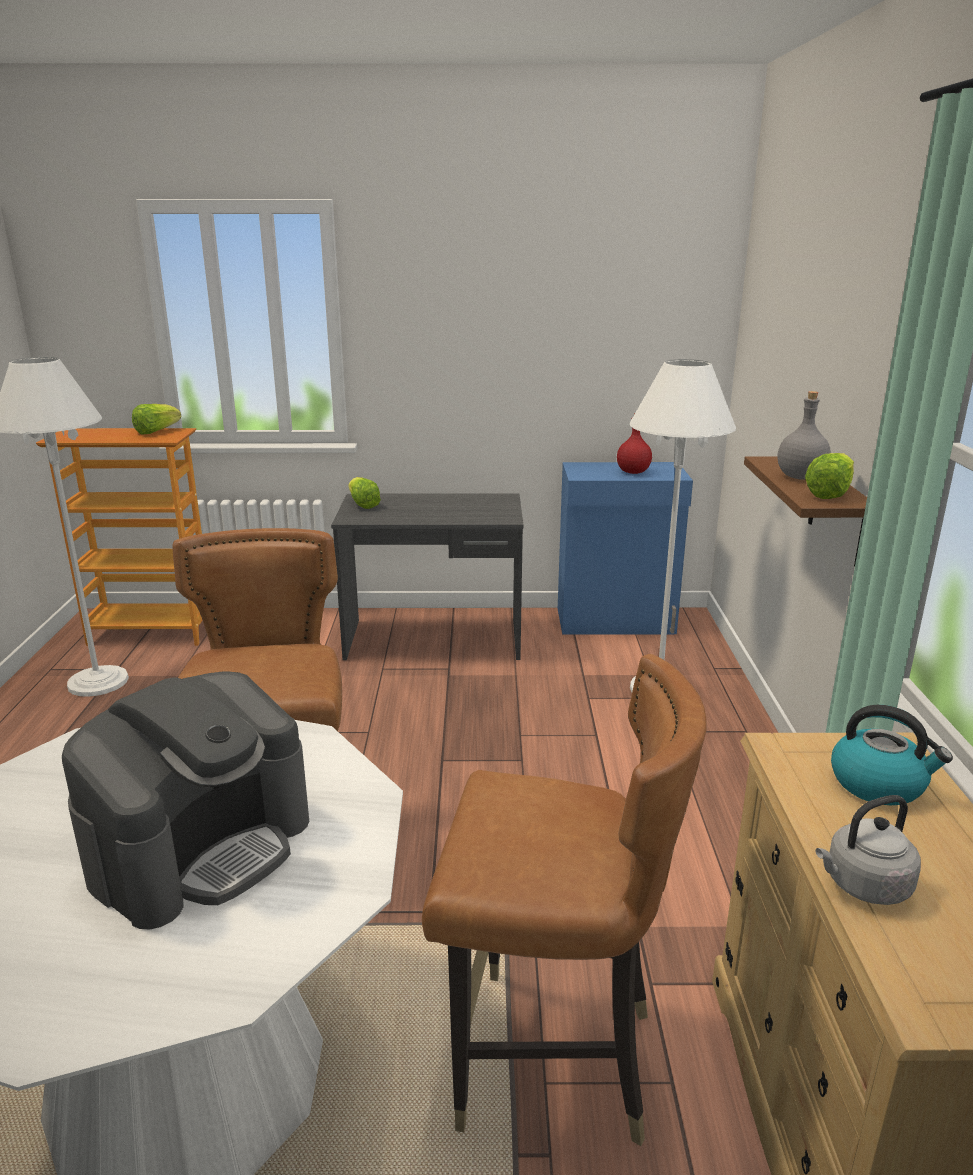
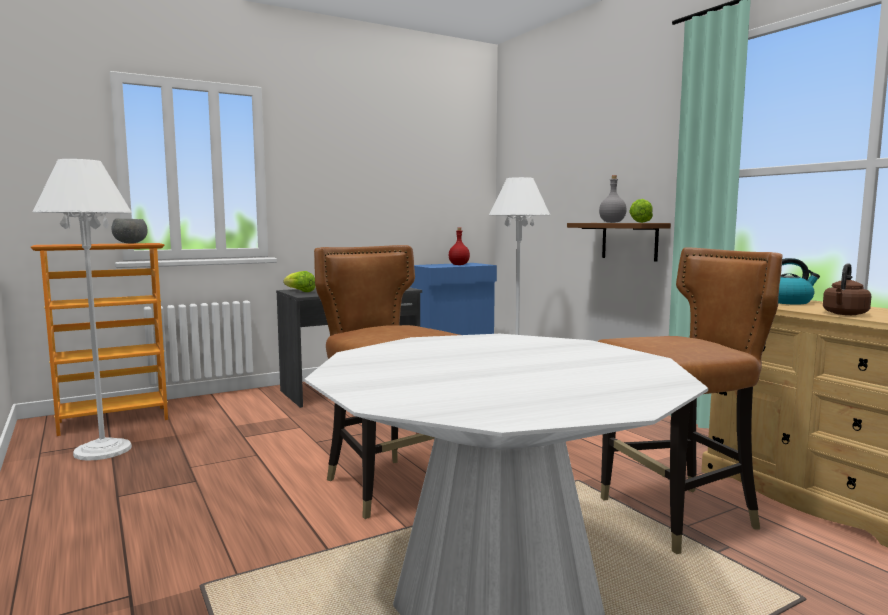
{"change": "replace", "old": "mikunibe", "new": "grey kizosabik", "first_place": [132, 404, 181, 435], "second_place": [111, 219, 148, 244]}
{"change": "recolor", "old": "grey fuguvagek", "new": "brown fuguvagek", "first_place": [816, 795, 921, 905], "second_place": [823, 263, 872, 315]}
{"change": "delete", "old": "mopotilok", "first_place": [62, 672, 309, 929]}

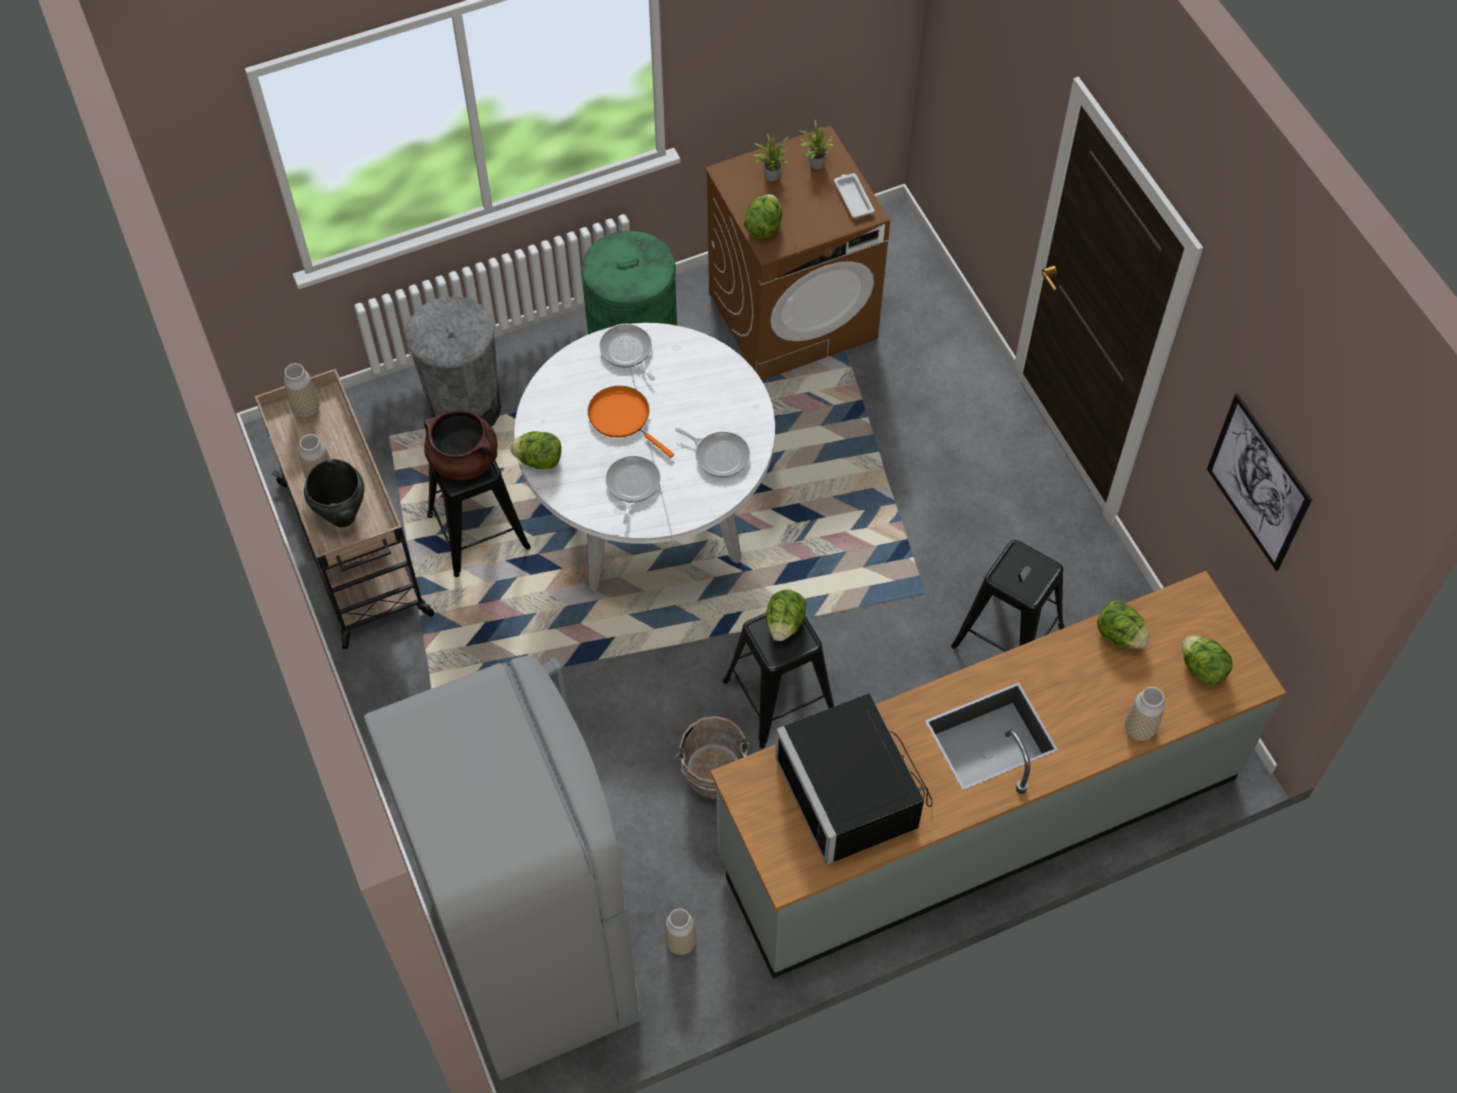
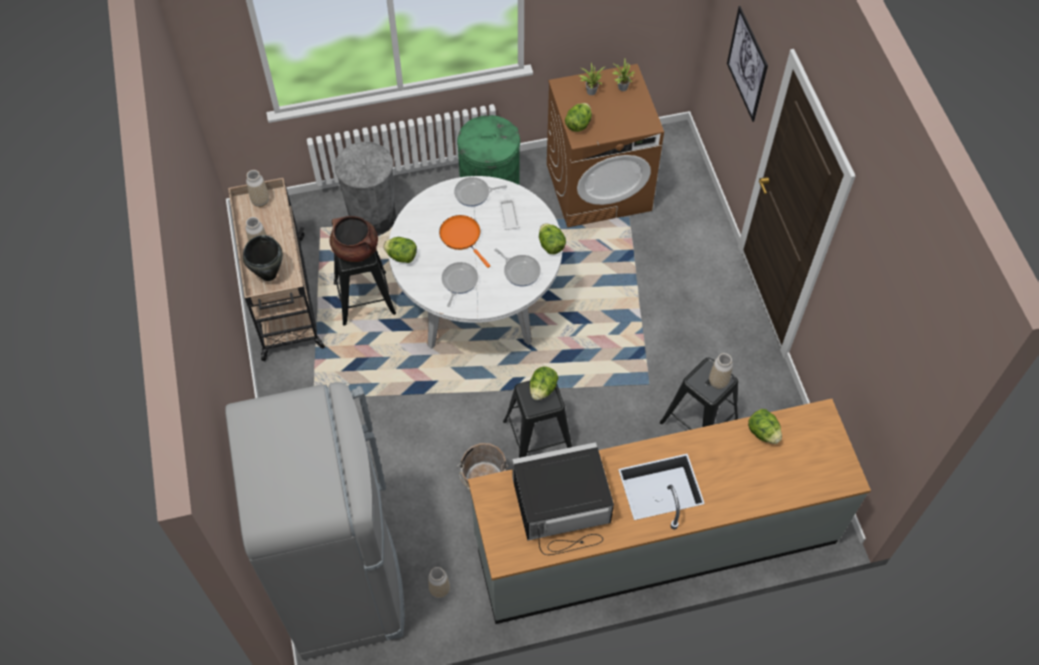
{"change": "rotate", "old": "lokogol", "first_place": [599, 324, 655, 381], "second_place": [454, 177, 507, 207], "degrees": -75}
{"change": "move", "old": "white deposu", "first_place": [834, 173, 875, 218], "second_place": [498, 198, 520, 230]}
{"change": "rotate", "old": "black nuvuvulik", "first_place": [775, 693, 933, 865], "second_place": [512, 442, 614, 555], "degrees": 90}
{"change": "move", "old": "mikunibe", "first_place": [1182, 636, 1233, 686], "second_place": [539, 224, 566, 254]}
{"change": "move", "old": "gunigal", "first_place": [1125, 687, 1165, 741], "second_place": [709, 353, 733, 389]}
{"change": "move", "old": "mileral", "first_place": [1207, 393, 1312, 571], "second_place": [727, 6, 768, 122]}

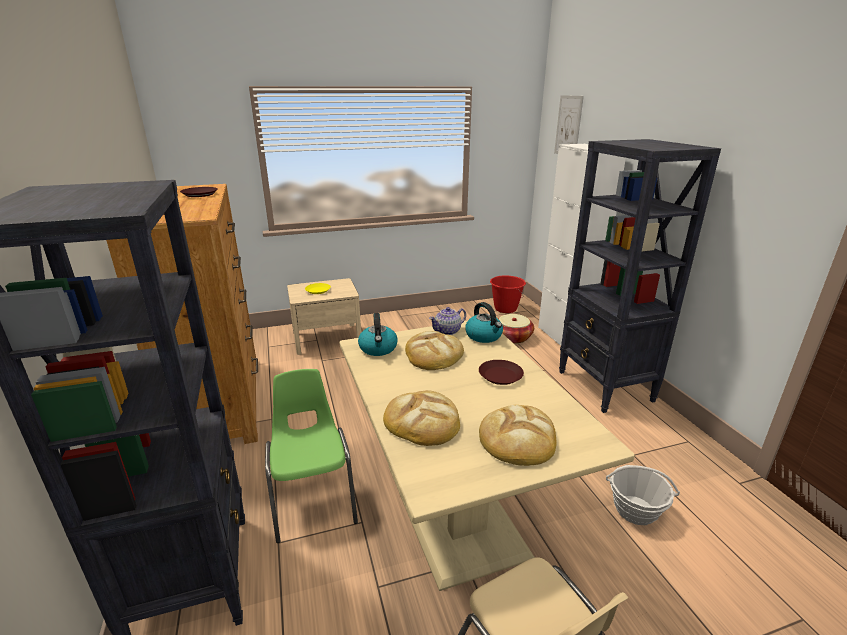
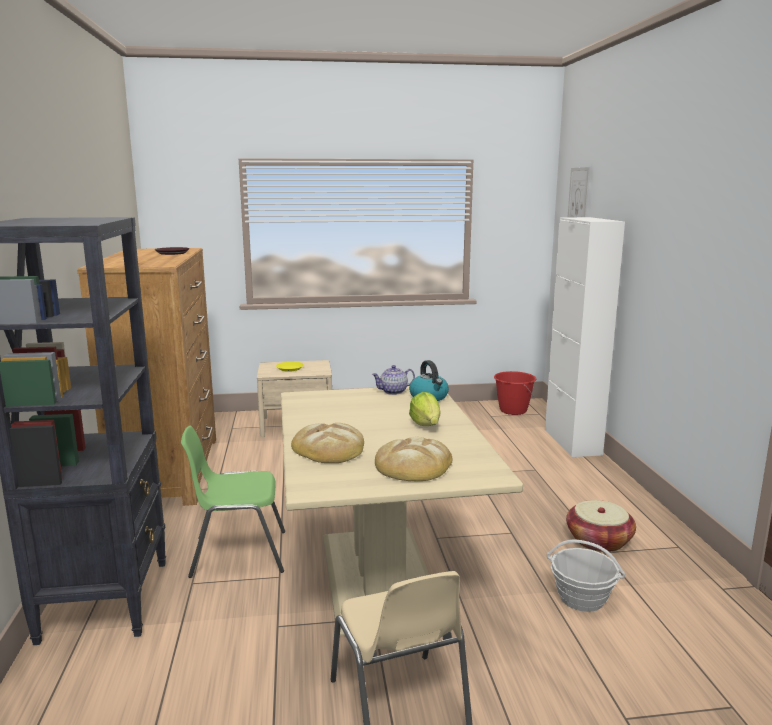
{"change": "rotate", "old": "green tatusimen", "first_place": [265, 369, 358, 543], "second_place": [181, 426, 285, 578], "degrees": -90}
{"change": "replace", "old": "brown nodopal", "new": "mikunibe", "first_place": [479, 360, 524, 385], "second_place": [409, 392, 441, 426]}
{"change": "move", "old": "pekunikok", "first_place": [498, 314, 534, 344], "second_place": [566, 500, 636, 552]}
{"change": "delete", "old": "fuguvagek", "first_place": [358, 313, 398, 356]}
{"change": "delete", "old": "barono", "first_place": [405, 331, 464, 370]}
{"change": "delete", "old": "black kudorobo", "first_place": [559, 139, 721, 413]}

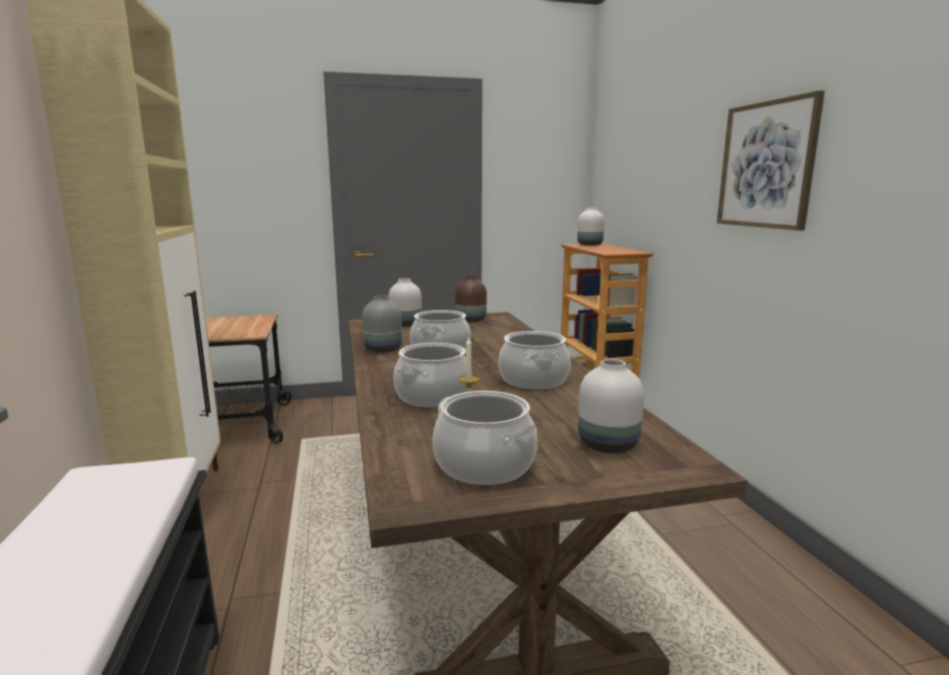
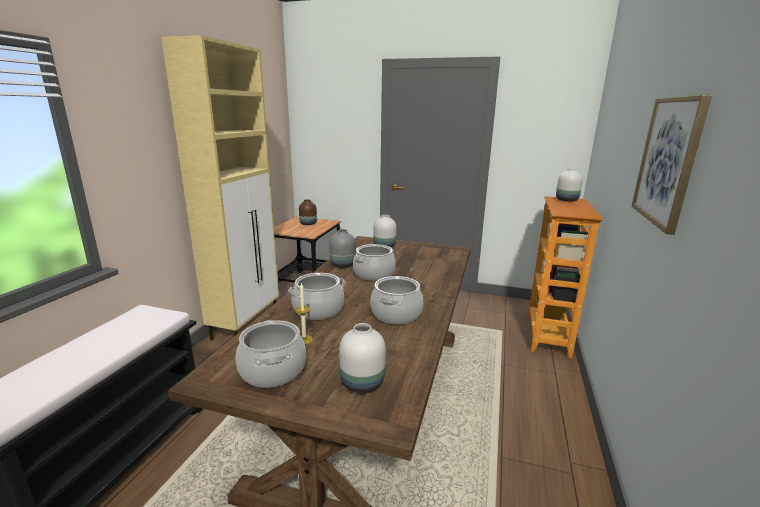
{"change": "move", "old": "brown gunigal", "first_place": [455, 276, 487, 322], "second_place": [299, 199, 317, 225]}

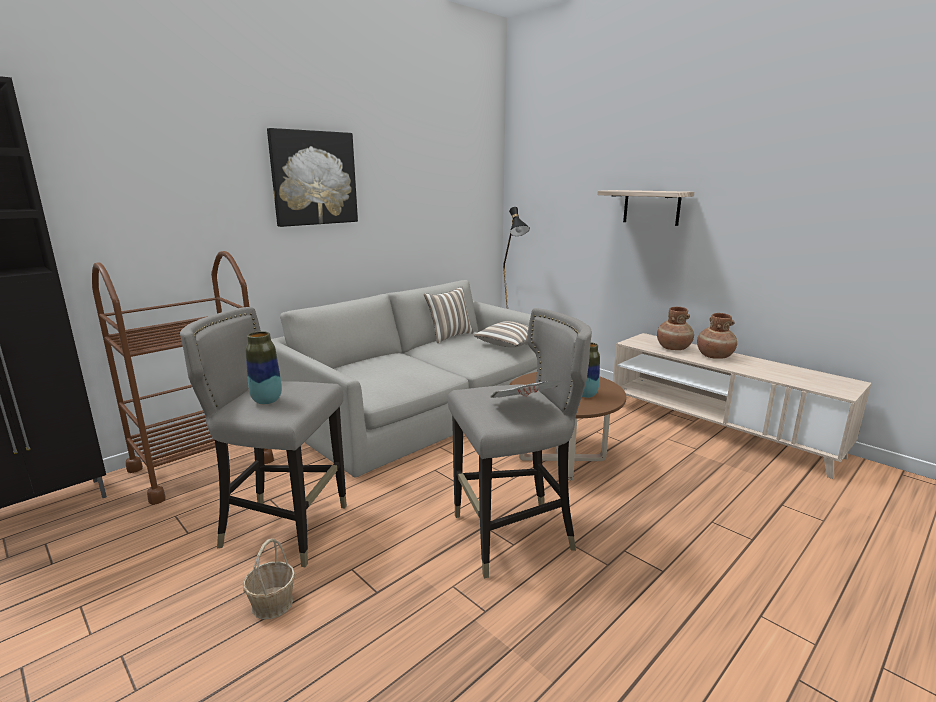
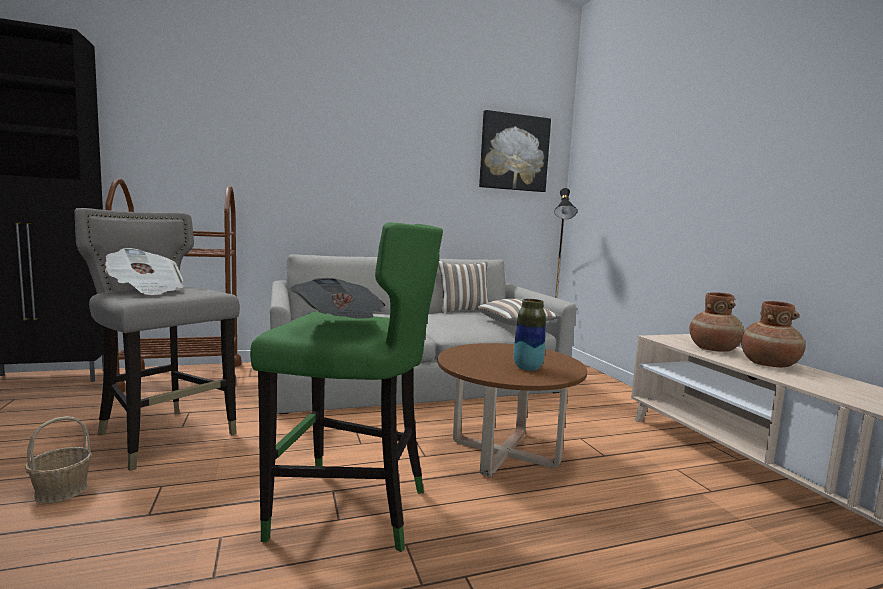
{"change": "replace", "old": "gunigal", "new": "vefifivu", "first_place": [246, 331, 282, 404], "second_place": [105, 248, 184, 295]}
{"change": "recolor", "old": "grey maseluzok", "new": "green maseluzok", "first_place": [448, 308, 592, 578], "second_place": [250, 222, 443, 552]}
{"change": "move", "old": "mileral", "first_place": [267, 128, 358, 227], "second_place": [479, 110, 551, 192]}
{"change": "delete", "old": "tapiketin", "first_place": [597, 190, 694, 226]}

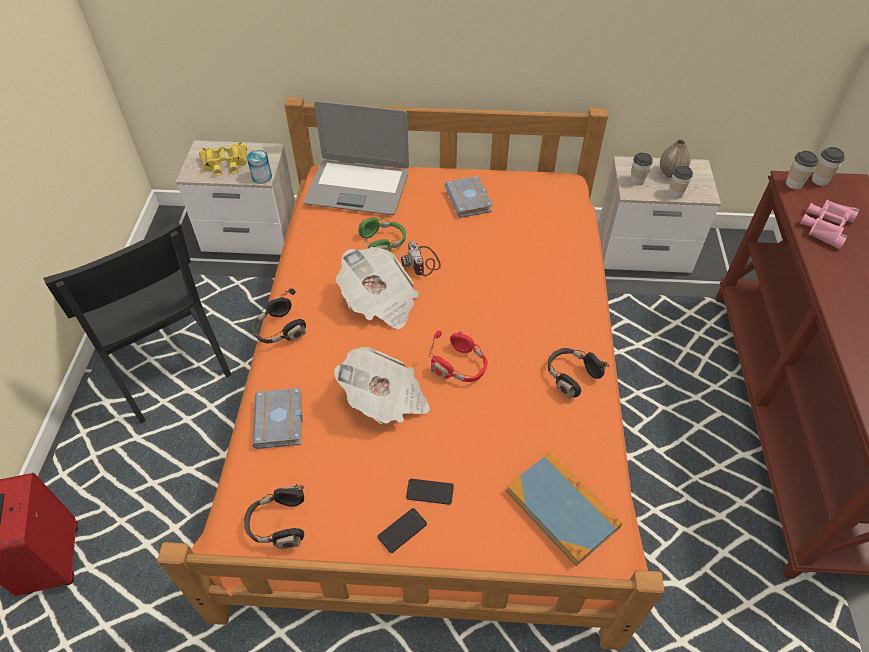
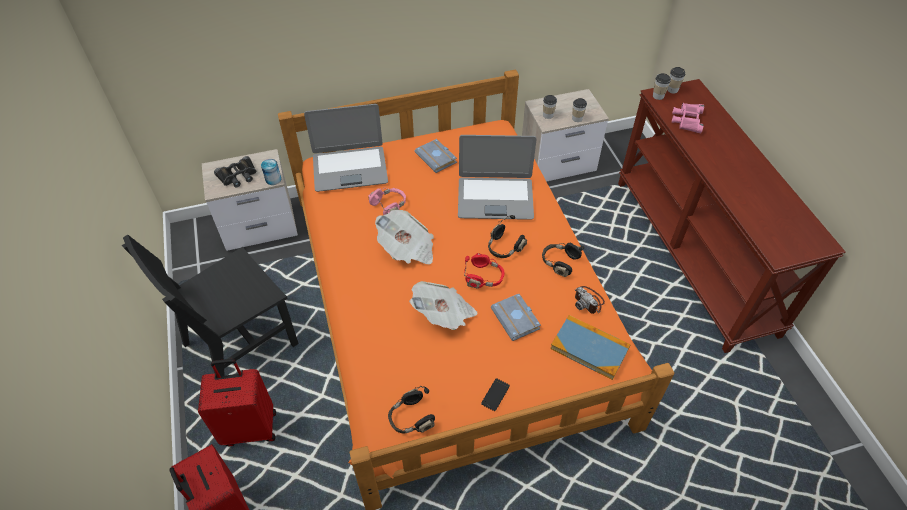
{"change": "rotate", "old": "black tatusimen", "first_place": [43, 221, 231, 424], "second_place": [122, 235, 299, 376], "degrees": 105}
{"change": "insert", "new": "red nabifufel", "second_place": [198, 359, 276, 446]}
{"change": "recolor", "old": "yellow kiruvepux", "new": "black kiruvepux", "first_place": [199, 142, 247, 176], "second_place": [214, 156, 256, 187]}
{"change": "recolor", "old": "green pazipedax", "new": "pink pazipedax", "first_place": [358, 217, 406, 251], "second_place": [368, 188, 406, 215]}
{"change": "insert", "new": "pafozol", "second_place": [458, 135, 537, 220]}
{"change": "move", "old": "black pazipedax", "first_place": [251, 288, 306, 343], "second_place": [488, 215, 527, 258]}
{"change": "move", "old": "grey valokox", "first_place": [252, 388, 303, 449], "second_place": [491, 294, 541, 341]}
{"change": "move", "old": "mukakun", "first_place": [401, 241, 441, 276], "second_place": [575, 286, 605, 314]}
{"change": "delete", "old": "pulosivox", "first_place": [406, 479, 454, 505]}
{"change": "delete", "old": "gunigal", "first_place": [660, 139, 691, 178]}

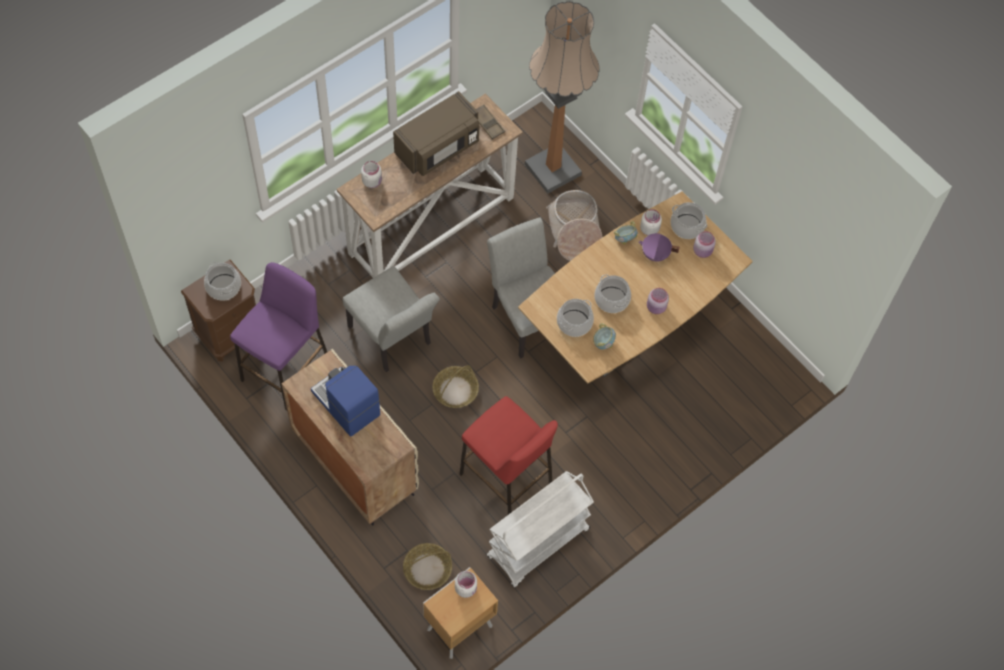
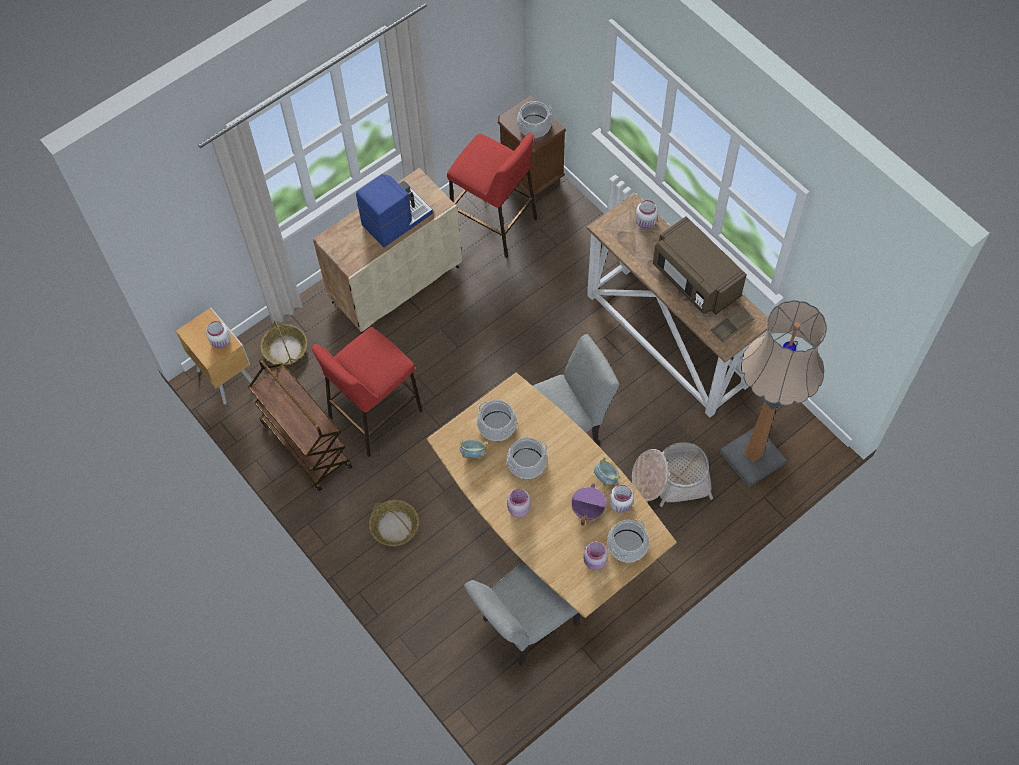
{"change": "recolor", "old": "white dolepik", "new": "brown dolepik", "first_place": [487, 471, 594, 587], "second_place": [248, 360, 352, 491]}
{"change": "move", "old": "pekunikok", "first_place": [432, 365, 479, 408], "second_place": [369, 500, 419, 546]}
{"change": "recolor", "old": "purple maseluzok", "new": "red maseluzok", "first_place": [230, 262, 327, 410], "second_place": [447, 132, 537, 258]}
{"change": "move", "old": "grey tatusimen", "first_place": [343, 266, 440, 372], "second_place": [464, 562, 580, 666]}

